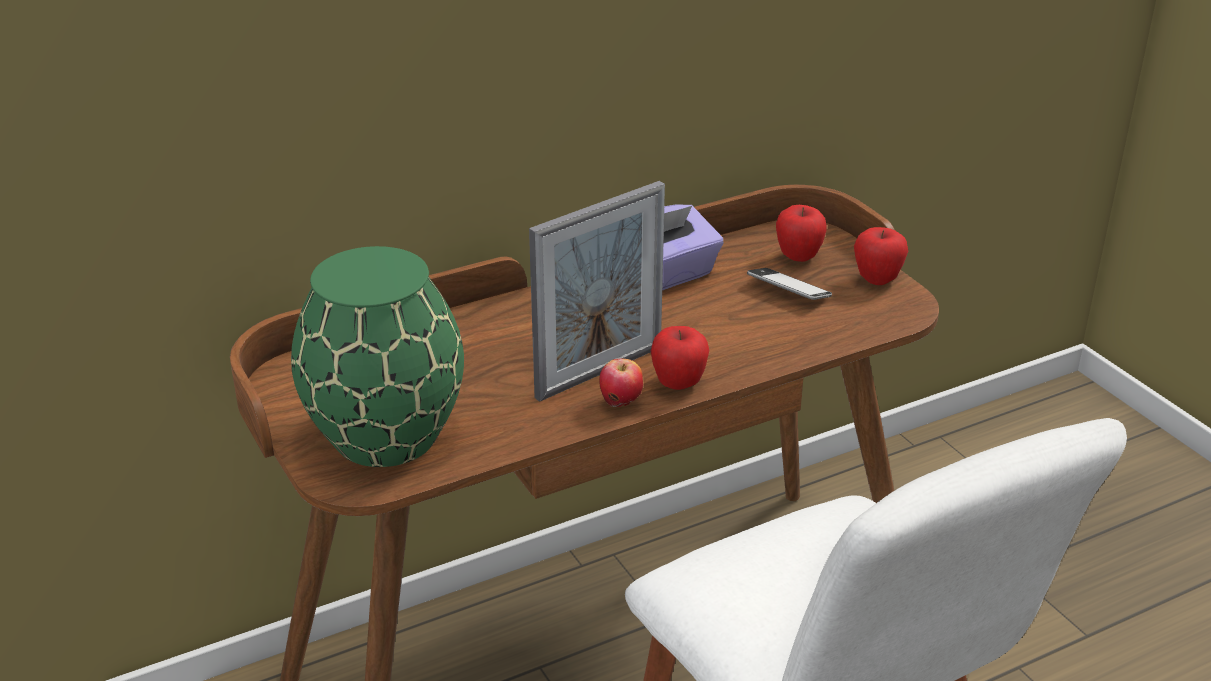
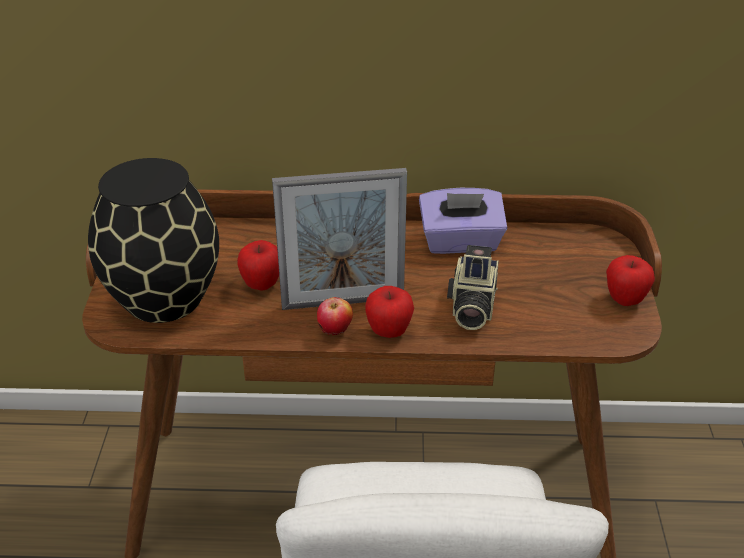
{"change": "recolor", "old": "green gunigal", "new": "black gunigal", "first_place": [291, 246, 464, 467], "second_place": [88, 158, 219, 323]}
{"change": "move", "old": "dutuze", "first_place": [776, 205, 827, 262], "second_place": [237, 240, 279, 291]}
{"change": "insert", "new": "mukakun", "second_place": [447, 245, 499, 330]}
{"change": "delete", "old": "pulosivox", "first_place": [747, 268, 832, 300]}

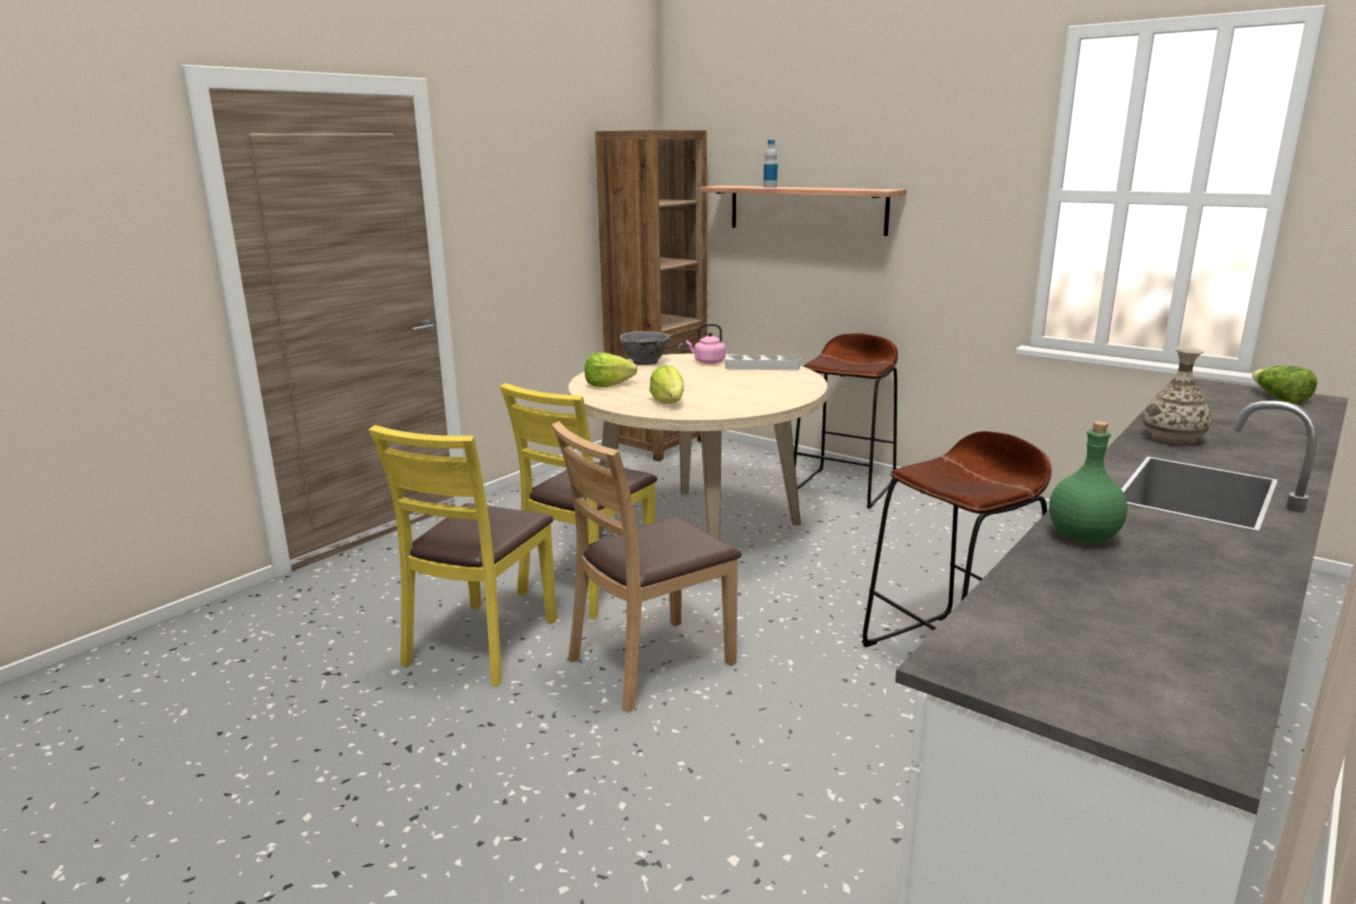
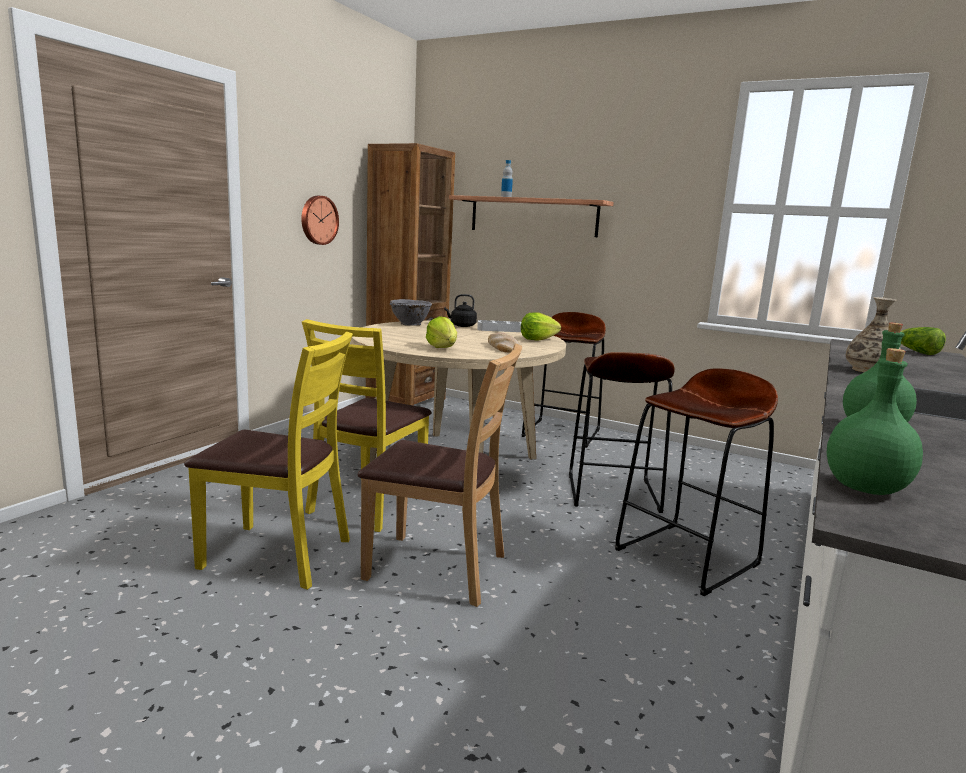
{"change": "rotate", "old": "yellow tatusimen", "first_place": [369, 425, 557, 686], "second_place": [184, 331, 353, 590], "degrees": -90}
{"change": "insert", "new": "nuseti", "second_place": [301, 196, 339, 245]}
{"change": "rotate", "old": "brown tatusimen", "first_place": [552, 421, 741, 713], "second_place": [358, 343, 522, 607], "degrees": -120}
{"change": "recolor", "old": "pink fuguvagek", "new": "black fuguvagek", "first_place": [686, 323, 726, 364], "second_place": [444, 294, 477, 327]}
{"change": "insert", "new": "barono", "second_place": [488, 332, 520, 353]}
{"change": "move", "old": "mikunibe", "first_place": [585, 353, 637, 387], "second_place": [521, 312, 561, 341]}
{"change": "insert", "new": "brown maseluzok", "second_place": [569, 352, 675, 513]}
{"change": "insert", "new": "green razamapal", "second_place": [827, 348, 923, 495]}

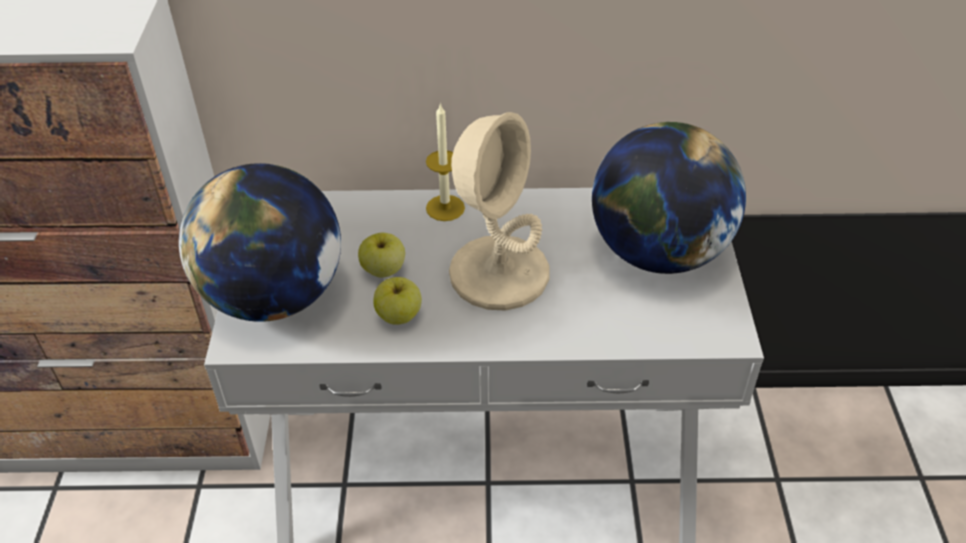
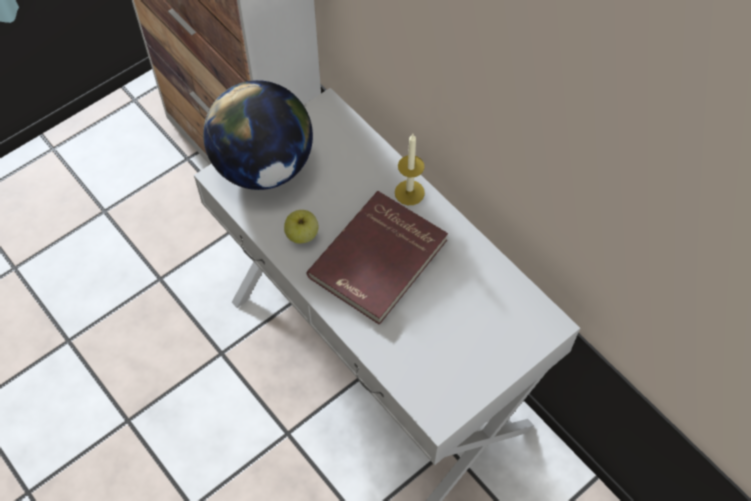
{"change": "replace", "old": "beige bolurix", "new": "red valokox", "first_place": [449, 112, 550, 310], "second_place": [307, 191, 448, 325]}
{"change": "delete", "old": "dutuze", "first_place": [358, 233, 405, 278]}
{"change": "delete", "old": "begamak", "first_place": [592, 122, 746, 274]}

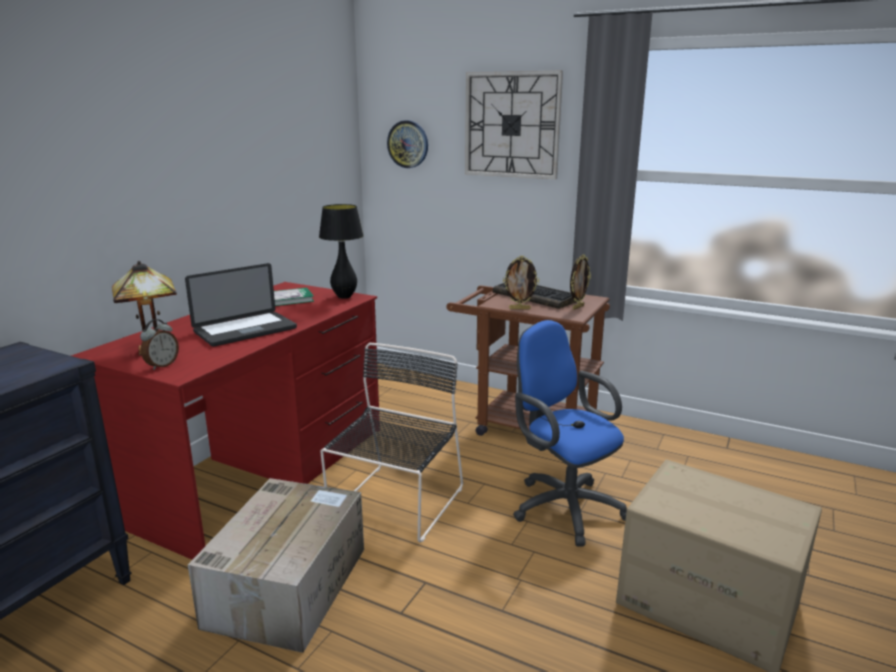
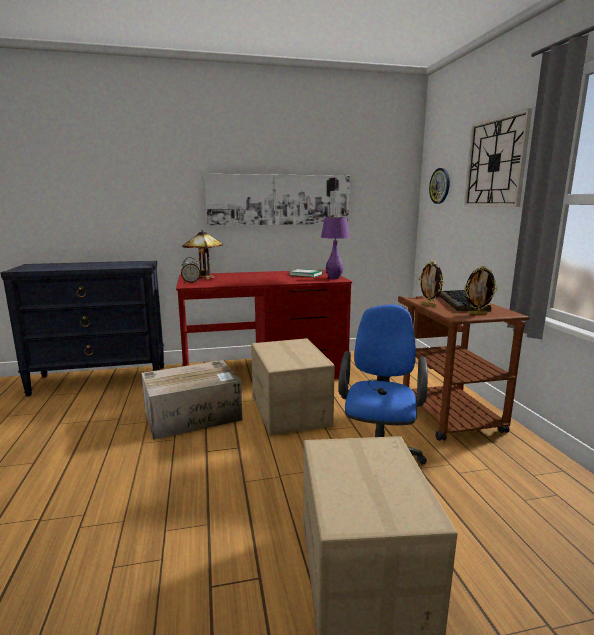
{"change": "insert", "new": "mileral", "second_place": [205, 174, 350, 225]}
{"change": "replace", "old": "black tatusimen", "new": "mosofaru", "first_place": [320, 343, 463, 542], "second_place": [251, 338, 335, 436]}
{"change": "recolor", "old": "black bolurix", "new": "purple bolurix", "first_place": [319, 204, 364, 299], "second_place": [321, 217, 350, 279]}
{"change": "delete", "old": "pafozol", "first_place": [185, 263, 297, 347]}

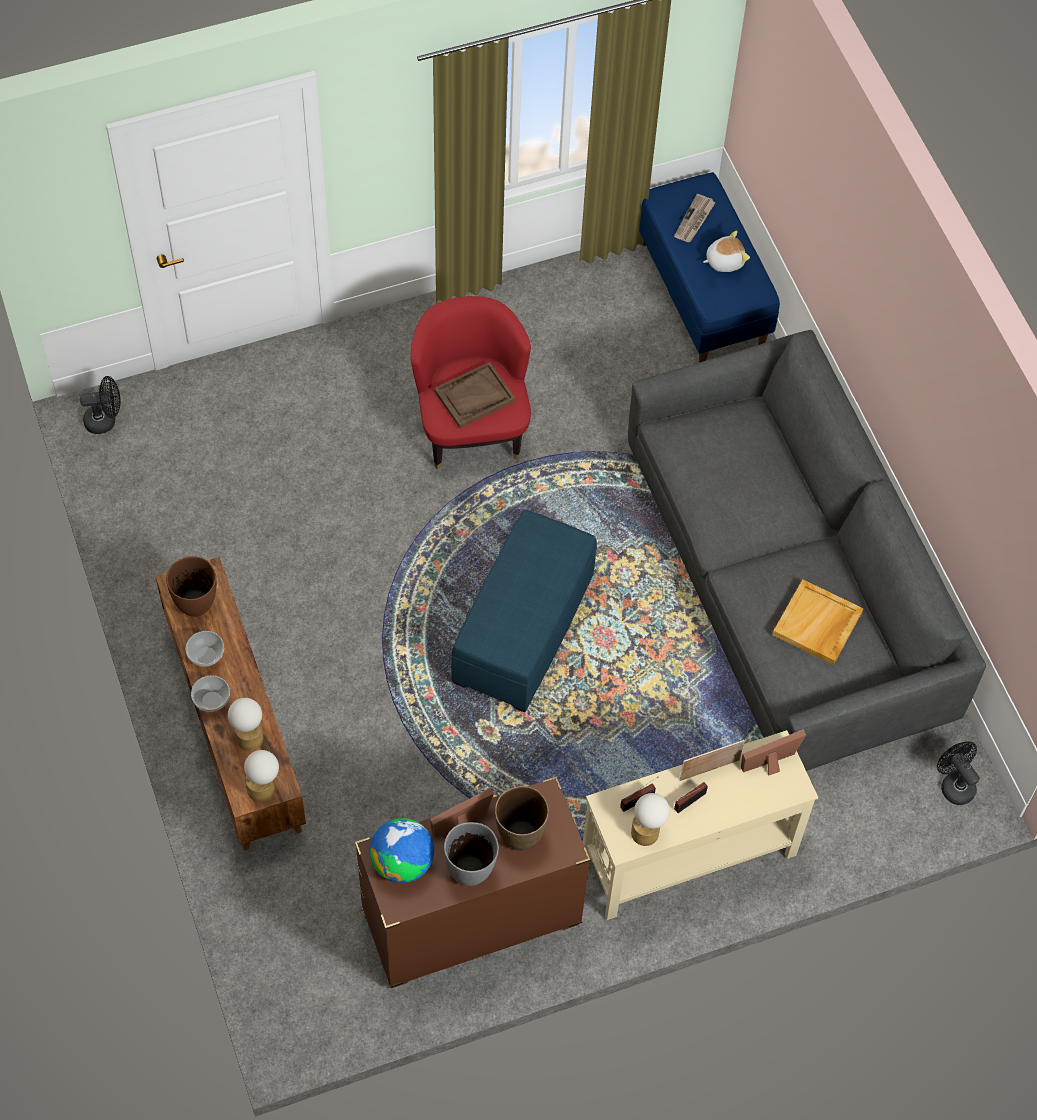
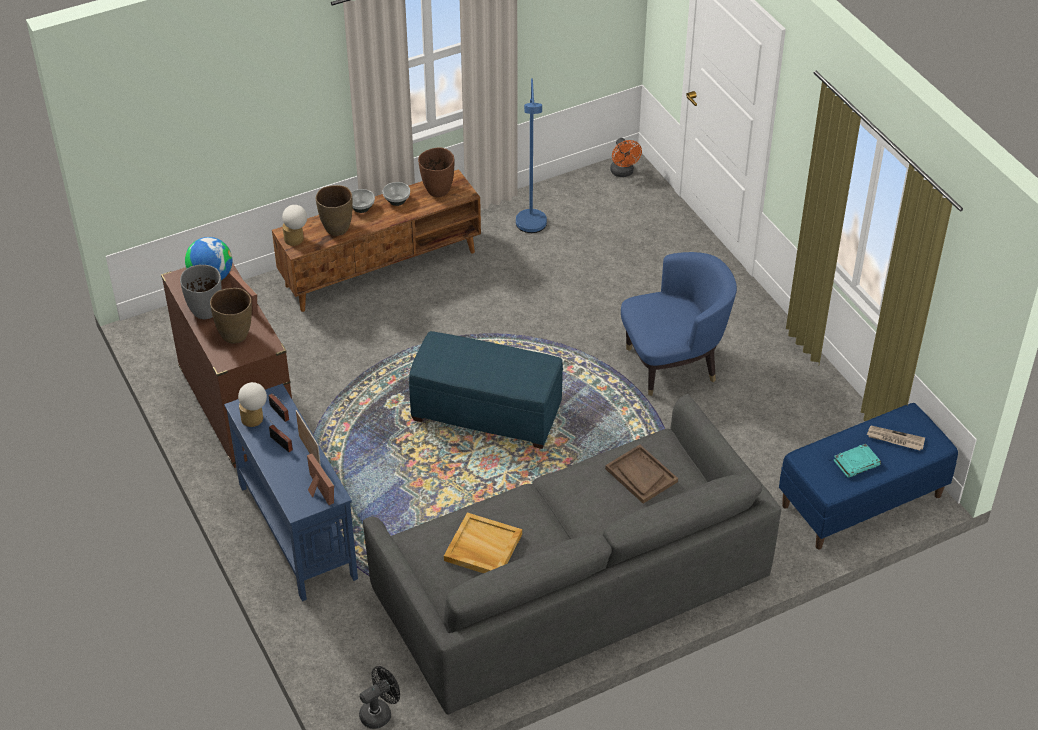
{"change": "recolor", "old": "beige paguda", "new": "blue paguda", "first_place": [583, 730, 818, 920], "second_place": [224, 383, 358, 601]}
{"change": "replace", "old": "bolurix", "new": "brown gunigal", "first_place": [228, 698, 263, 751], "second_place": [316, 185, 353, 236]}
{"change": "insert", "new": "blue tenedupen", "second_place": [516, 78, 547, 233]}
{"change": "move", "old": "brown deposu", "first_place": [434, 362, 515, 428], "second_place": [605, 445, 678, 504]}
{"change": "recolor", "old": "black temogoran", "new": "orange temogoran", "first_place": [80, 376, 120, 434], "second_place": [610, 138, 642, 177]}
{"change": "recolor", "old": "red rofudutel", "new": "blue rofudutel", "first_place": [411, 296, 531, 470], "second_place": [621, 252, 737, 396]}
{"change": "replace", "old": "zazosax", "new": "turquoise valokox", "first_place": [703, 230, 750, 272], "second_place": [833, 444, 881, 478]}

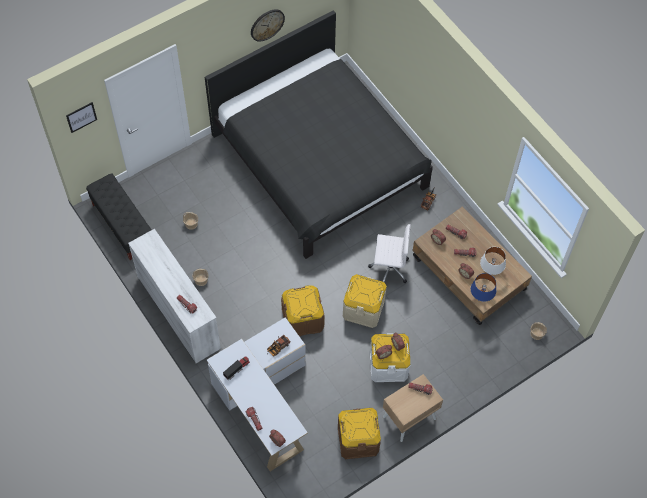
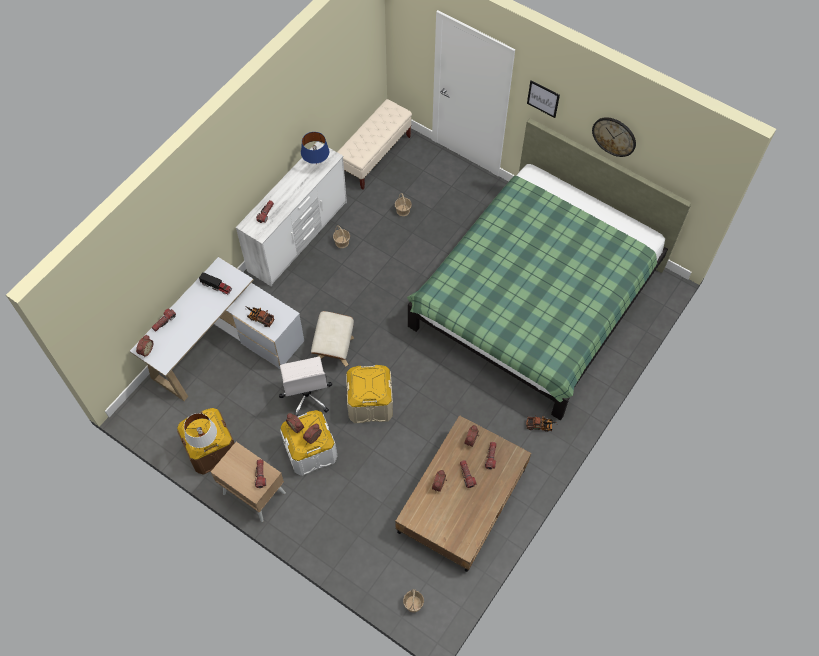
{"change": "move", "old": "white bolurix", "first_place": [480, 247, 506, 275], "second_place": [184, 413, 217, 448]}
{"change": "move", "old": "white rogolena", "first_place": [368, 224, 411, 283], "second_place": [279, 356, 332, 417]}
{"change": "move", "old": "blue bolurix", "first_place": [471, 273, 496, 301], "second_place": [301, 132, 329, 164]}
{"change": "replace", "old": "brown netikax", "new": "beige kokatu", "first_place": [281, 286, 325, 337], "second_place": [311, 311, 354, 367]}
{"change": "recolor", "old": "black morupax", "new": "beige morupax", "first_place": [86, 173, 152, 260], "second_place": [337, 99, 412, 190]}
{"change": "recolor", "old": "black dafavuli", "new": "green dafavuli", "first_place": [205, 10, 433, 259], "second_place": [407, 118, 692, 420]}
{"change": "move", "old": "mileral", "first_place": [66, 102, 97, 133], "second_place": [527, 80, 560, 118]}

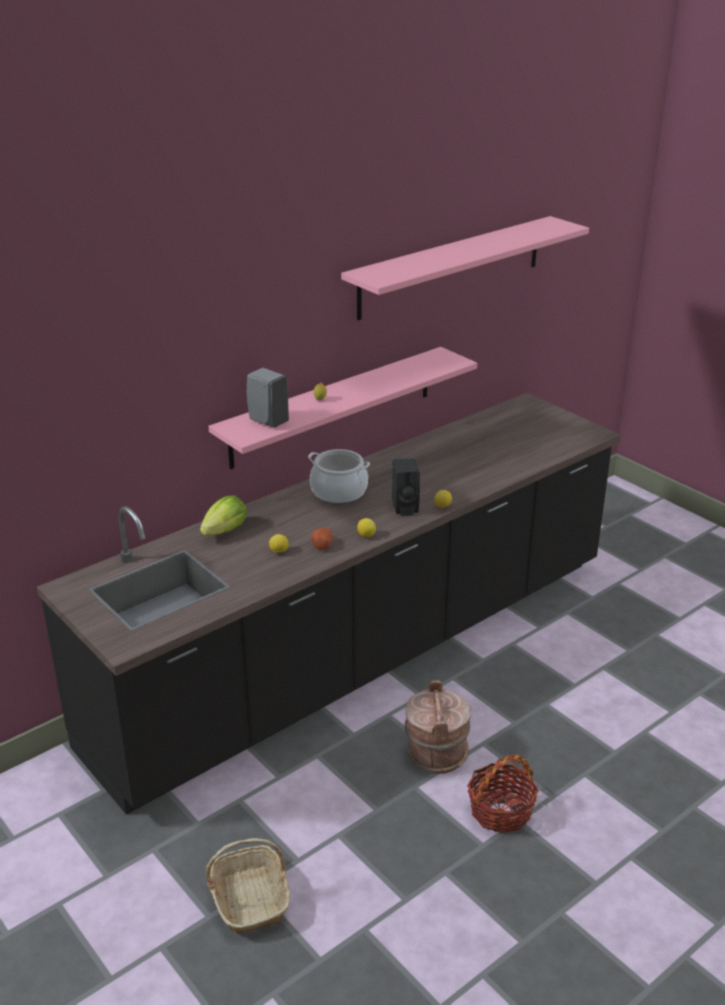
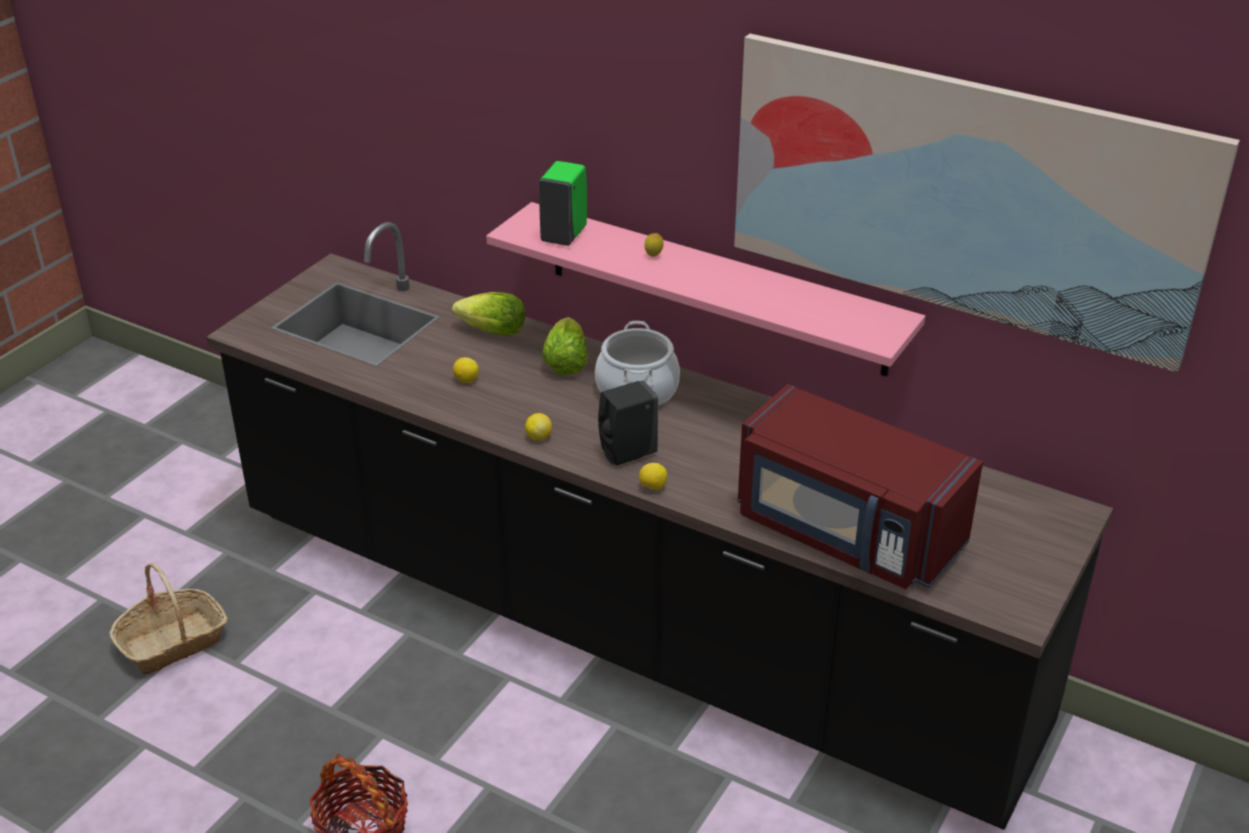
{"change": "recolor", "old": "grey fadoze", "new": "green fadoze", "first_place": [247, 368, 289, 428], "second_place": [539, 161, 587, 246]}
{"change": "insert", "new": "mikunibe", "second_place": [542, 317, 588, 375]}
{"change": "replace", "old": "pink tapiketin", "new": "mileral", "first_place": [341, 216, 589, 320], "second_place": [734, 34, 1240, 372]}
{"change": "insert", "new": "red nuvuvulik", "second_place": [737, 384, 983, 589]}
{"change": "delete", "old": "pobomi", "first_place": [311, 527, 333, 550]}
{"change": "delete", "old": "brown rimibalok", "first_place": [405, 680, 471, 774]}

